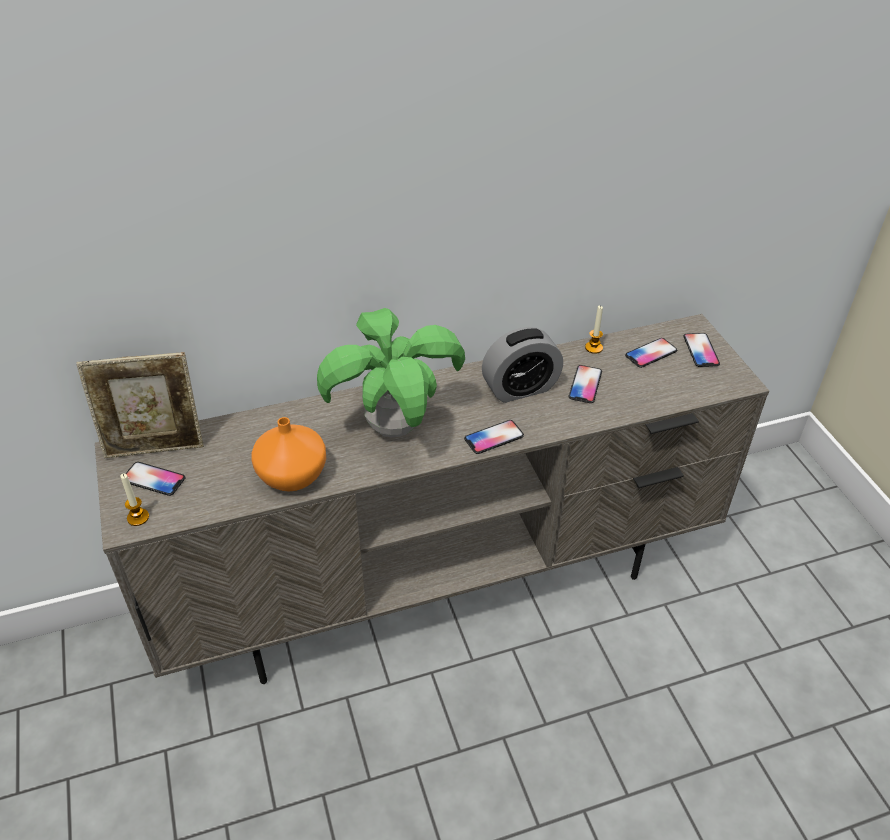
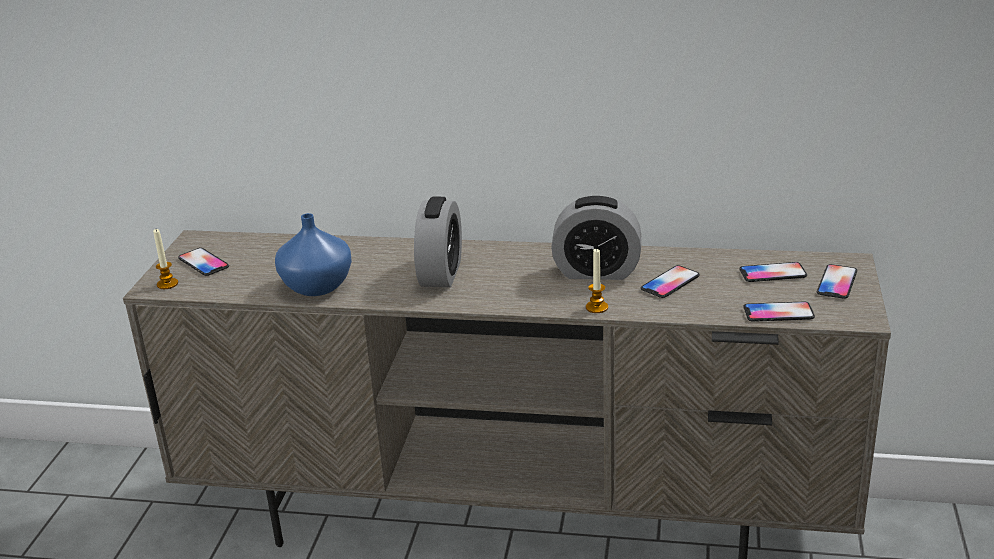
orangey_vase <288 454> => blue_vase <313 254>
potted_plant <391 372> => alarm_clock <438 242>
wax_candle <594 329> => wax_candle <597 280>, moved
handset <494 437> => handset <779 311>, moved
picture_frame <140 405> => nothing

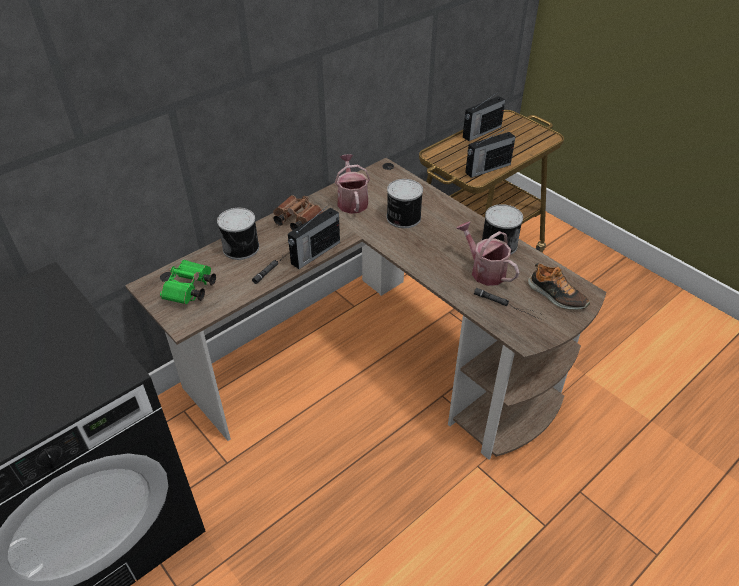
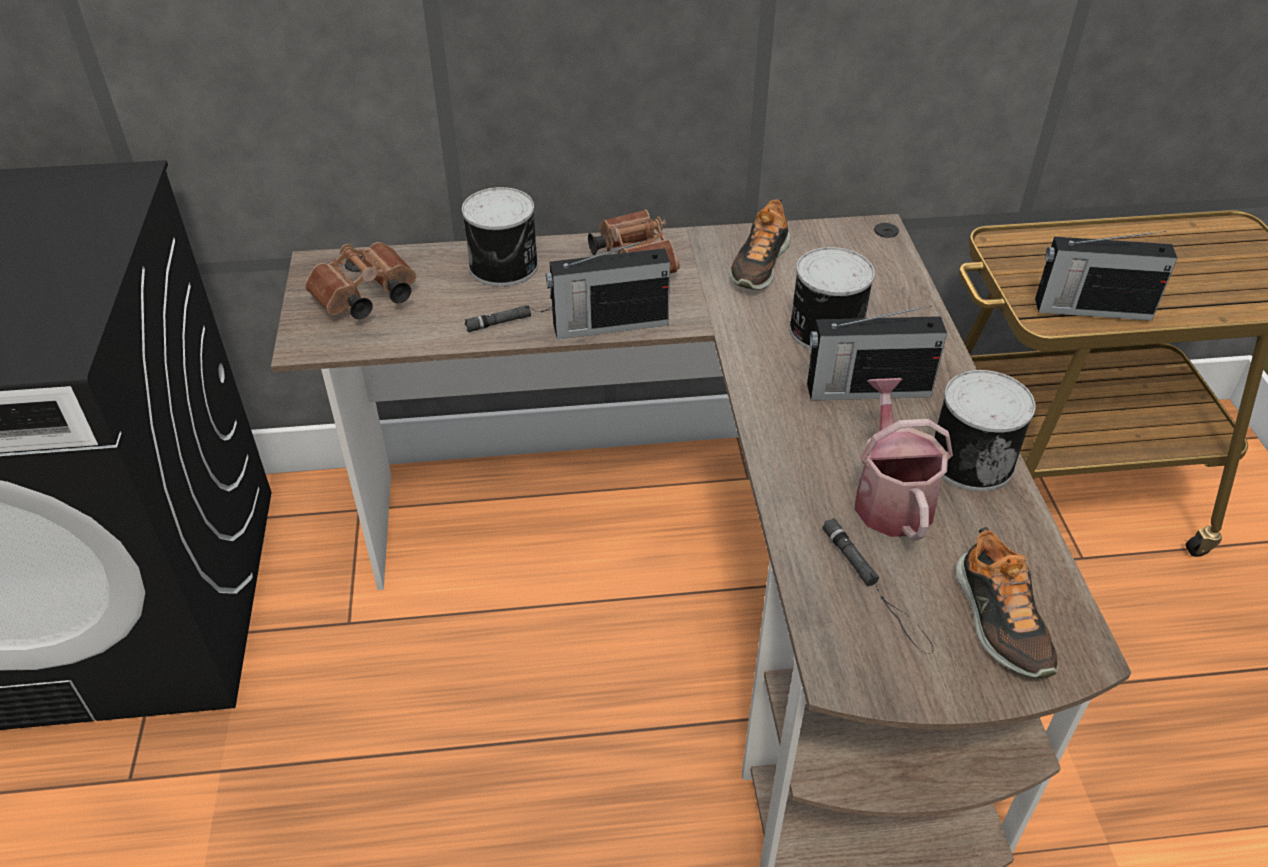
green-coloured_binoculars <188 282> => brownish_binoculars <360 280>
sprinkling_can <352 184> => item_of_footwear <760 244>
radio_receiver <484 117> => radio_receiver <877 353>, moved

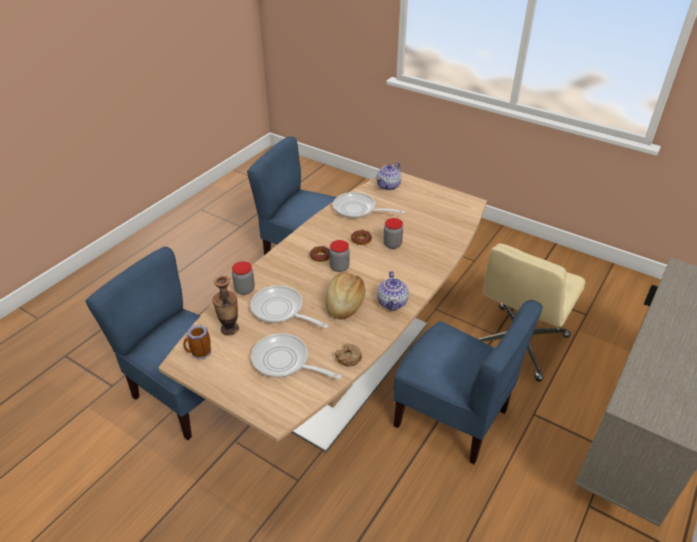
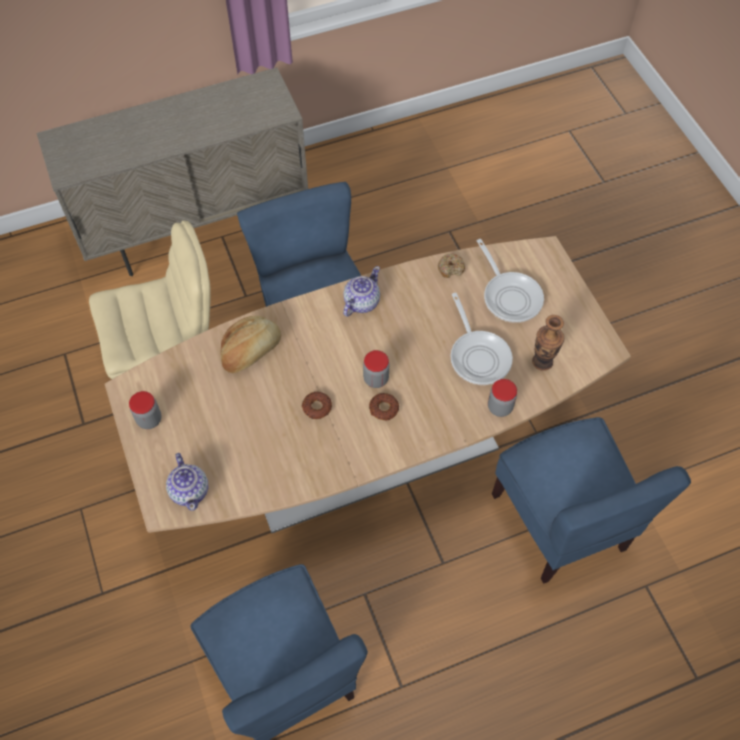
jar <393 233> => jar <145 410>, moved
pot_for_tea <388 176> => pot_for_tea <187 482>, 90 degrees clockwise
bread <345 295> => bread <250 344>, moved
coffee_mug <197 342> => nothing
frying_pan <369 205> => nothing

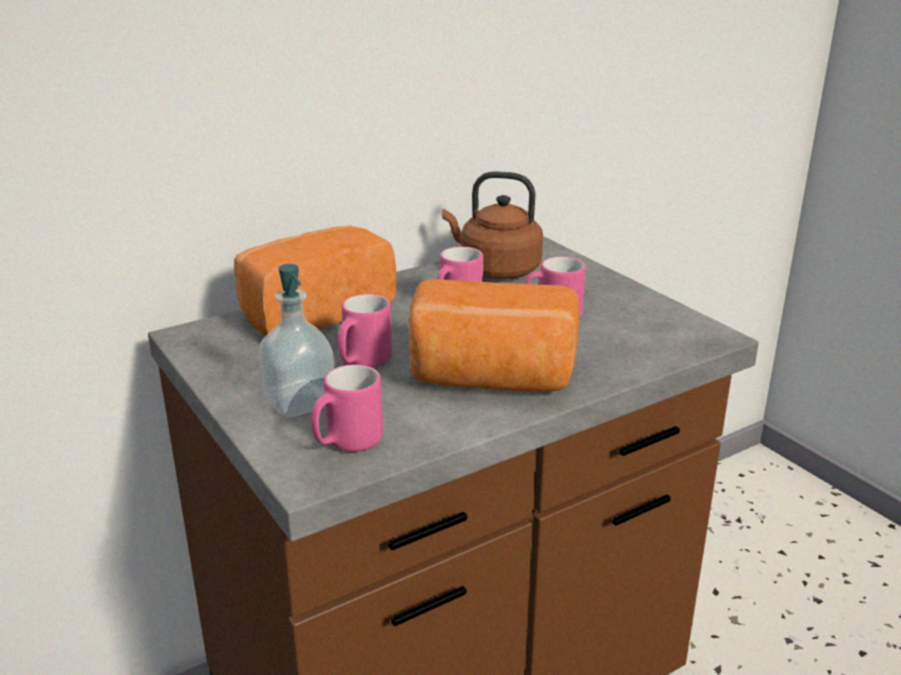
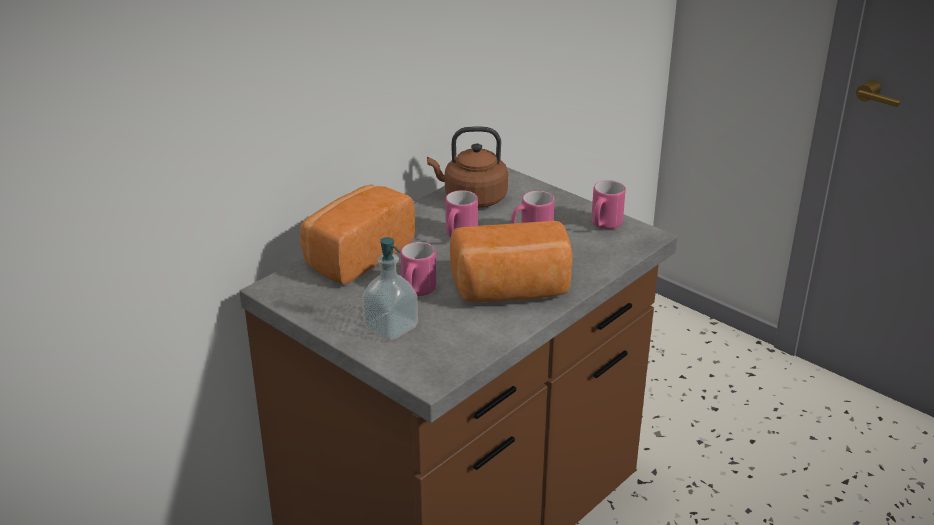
pinkish_coffee_mug <347 408> => pinkish_coffee_mug <608 204>, moved

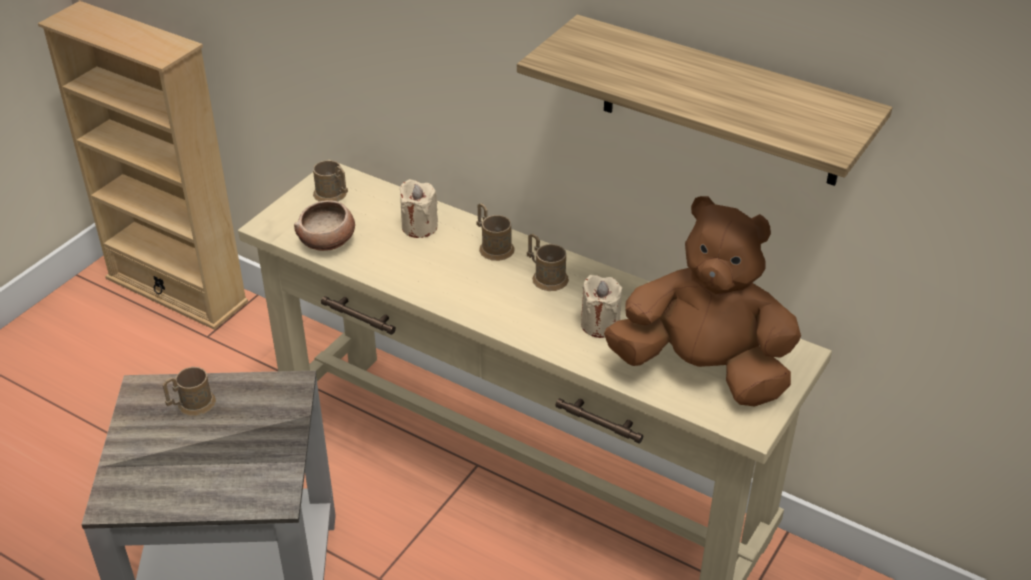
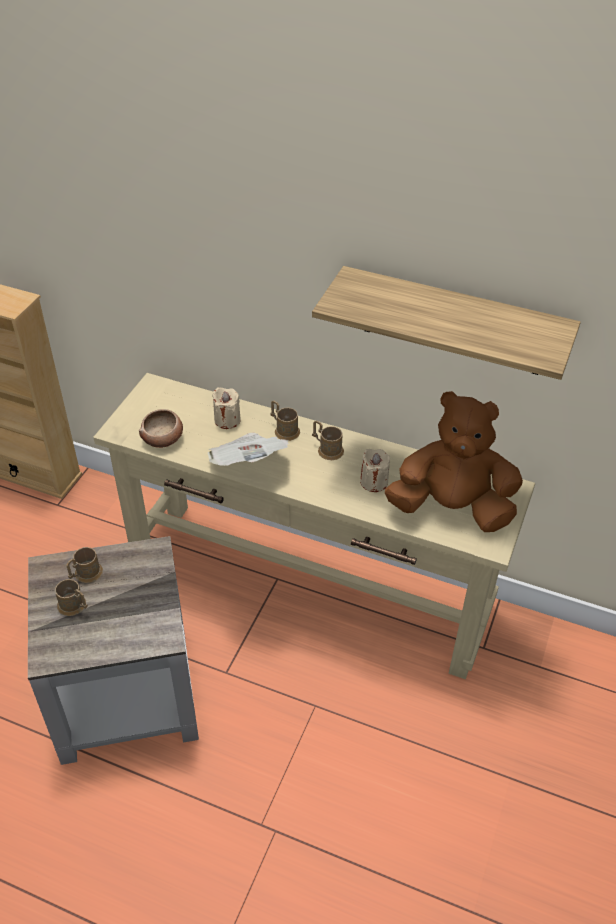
brownish_coffee_mug <330 181> => brownish_coffee_mug <71 597>, moved
nothing => newspaper <248 449>

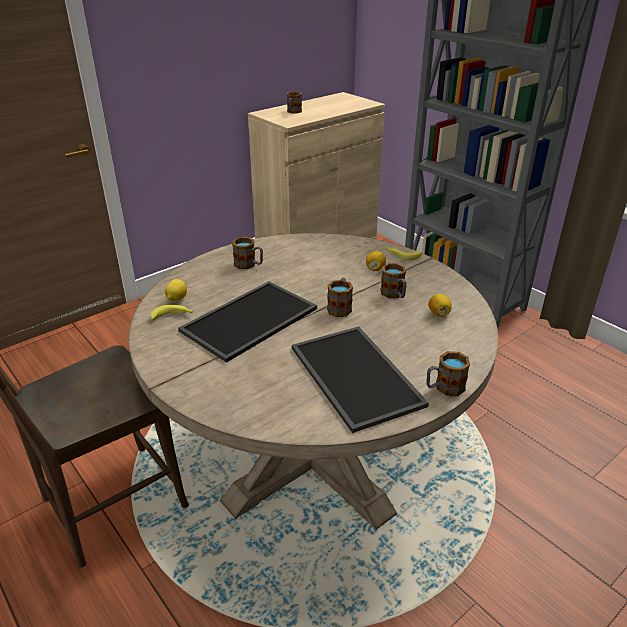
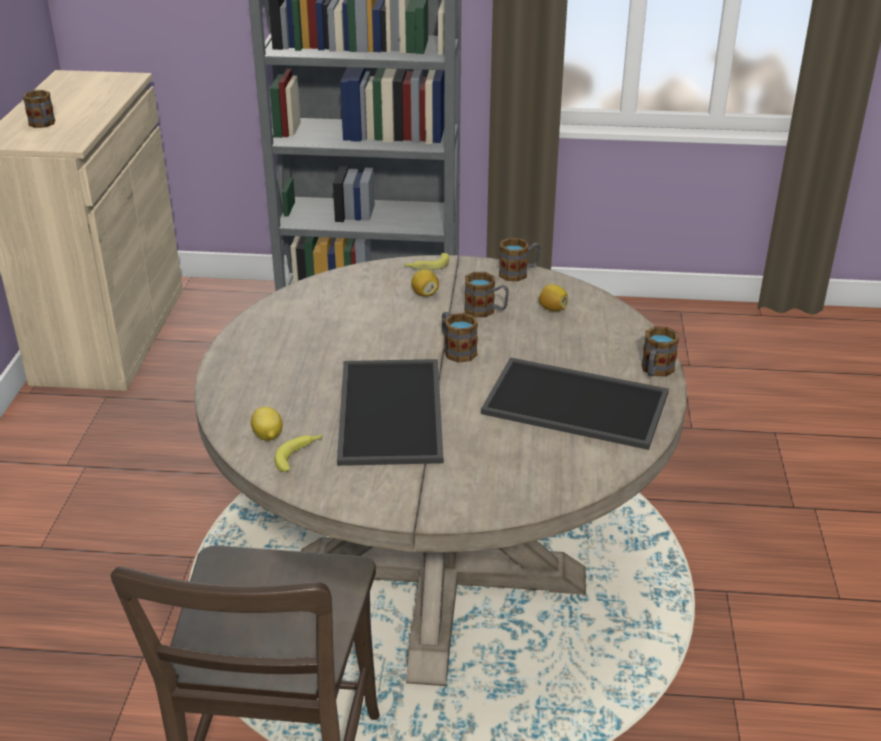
coffee_mug <247 253> => coffee_mug <520 259>, moved

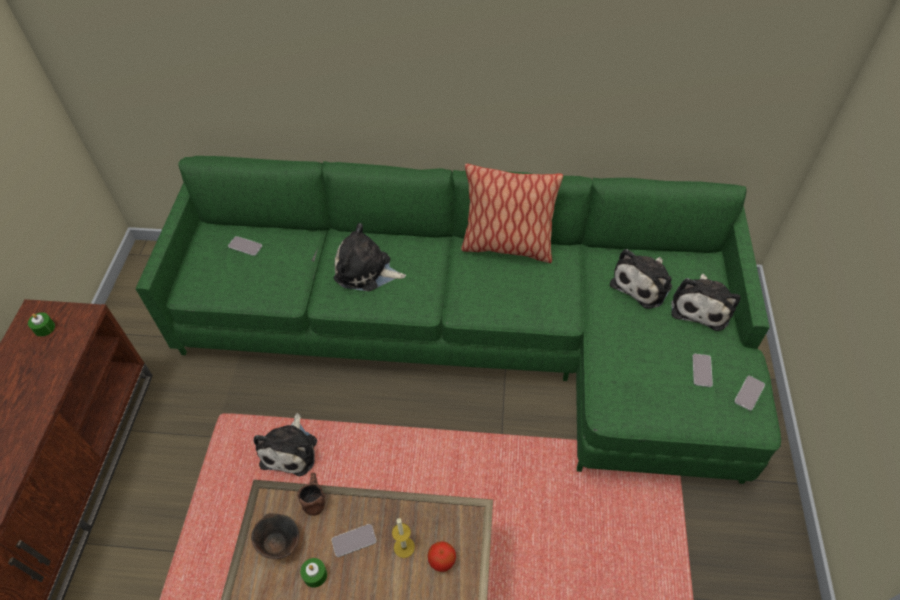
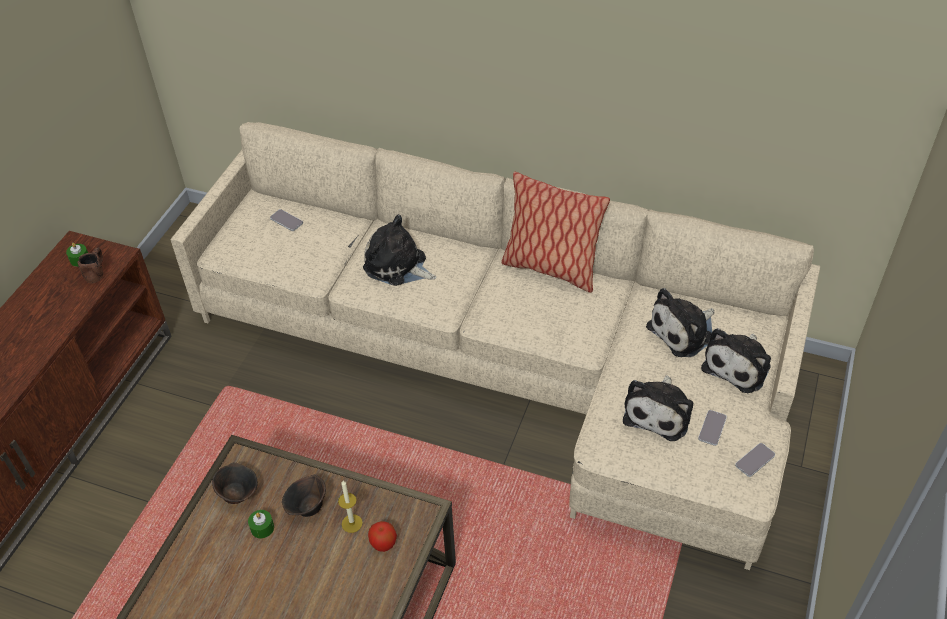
brownish_coffee_mug <311 494> => brownish_coffee_mug <90 265>, moved
green-coloured_settee <458 320> => sand-coloured_settee <495 346>
handset <354 540> => brownish_bowl <304 495>
plush_toy <285 444> => plush_toy <658 408>, moved

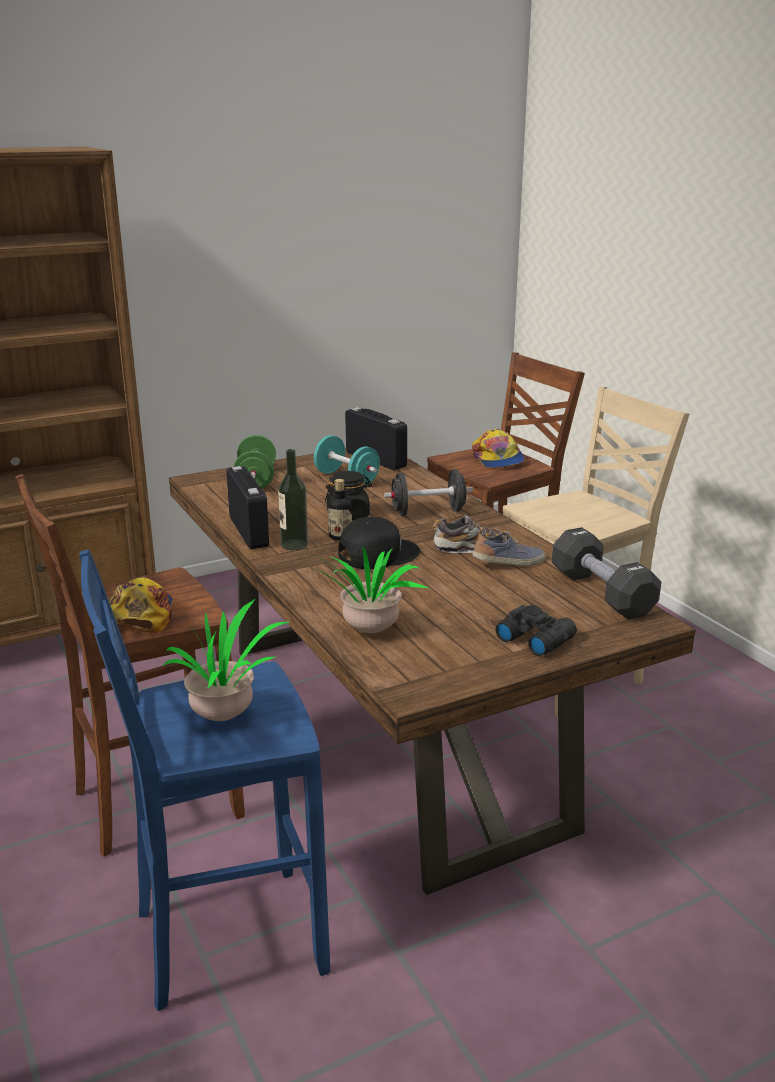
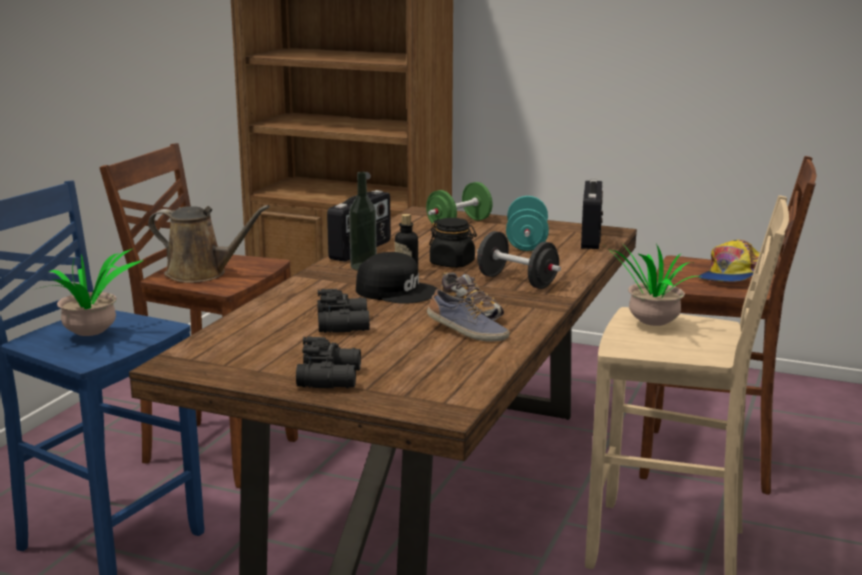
cap <140 605> => brownish_sprinkling_can <209 244>
nothing => black-coloured_binoculars <343 311>
potted_plant <369 589> => potted_plant <654 284>, moved
black-coloured_hand_weight <606 573> => nothing

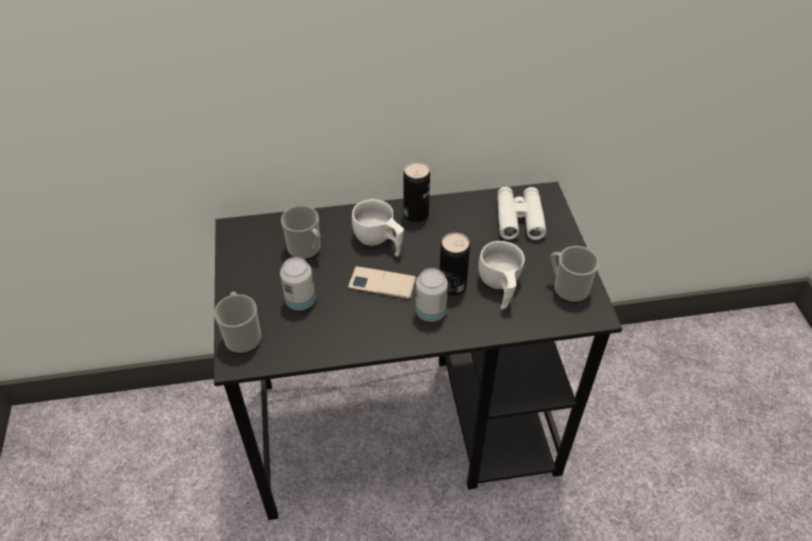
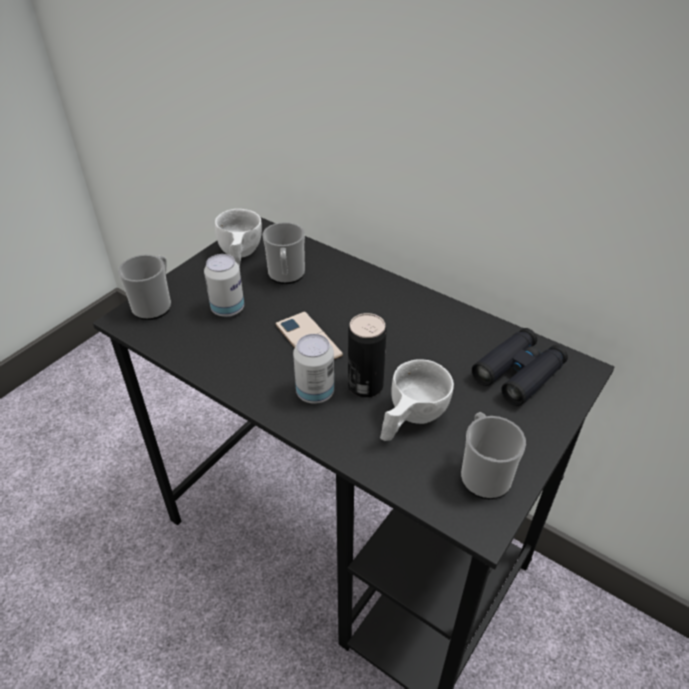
whitish_drinking_cup <378 228> => whitish_drinking_cup <238 238>, moved
whitish_binoculars <521 213> => black-coloured_binoculars <520 367>
sealed_can <416 192> => nothing

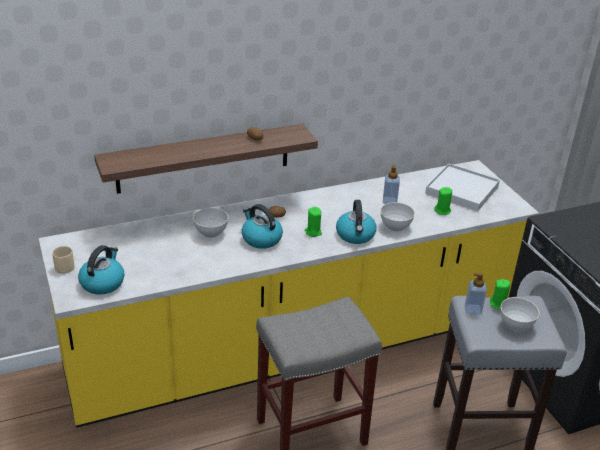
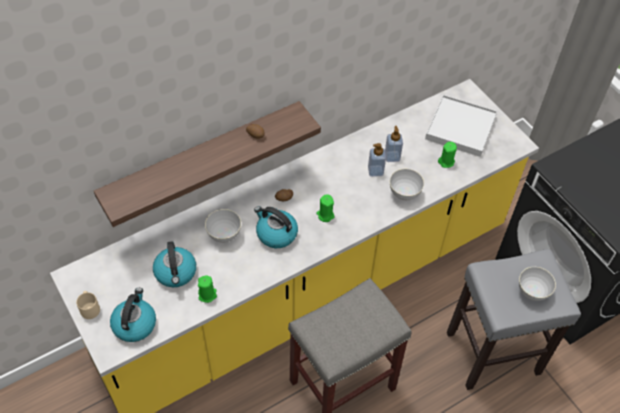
kettle <356 222> => kettle <174 264>, moved
green-coloured_wax_candle <500 294> => green-coloured_wax_candle <207 289>, moved
liquid_soap_bottle <476 294> => liquid_soap_bottle <377 160>, moved

